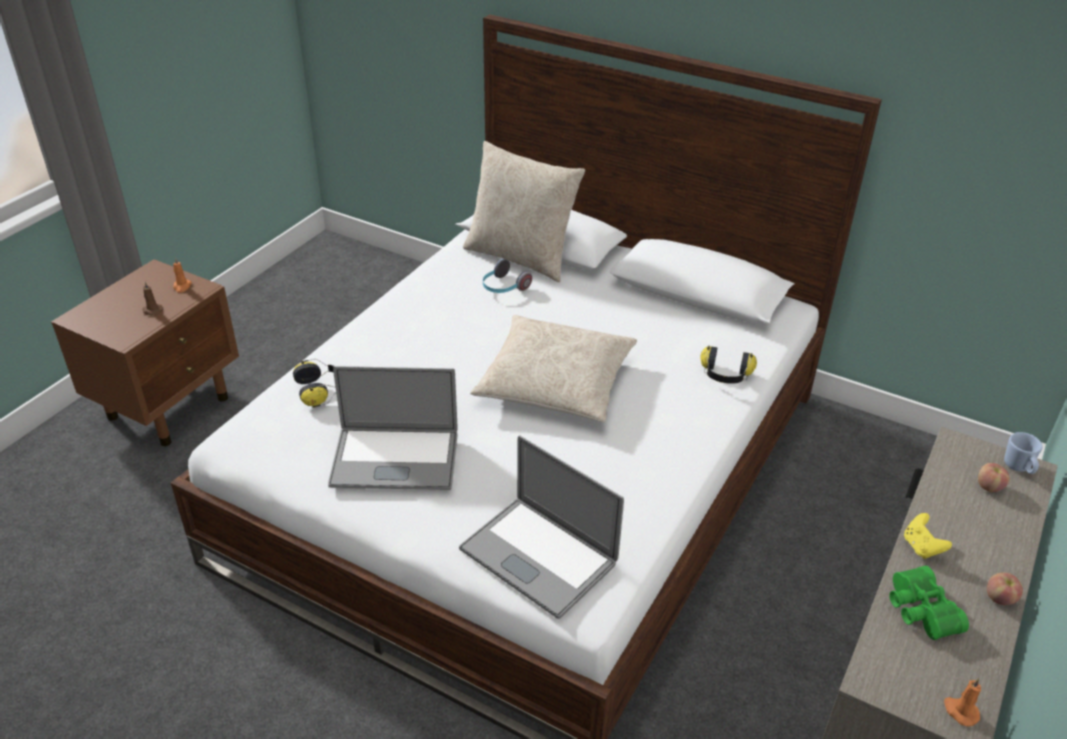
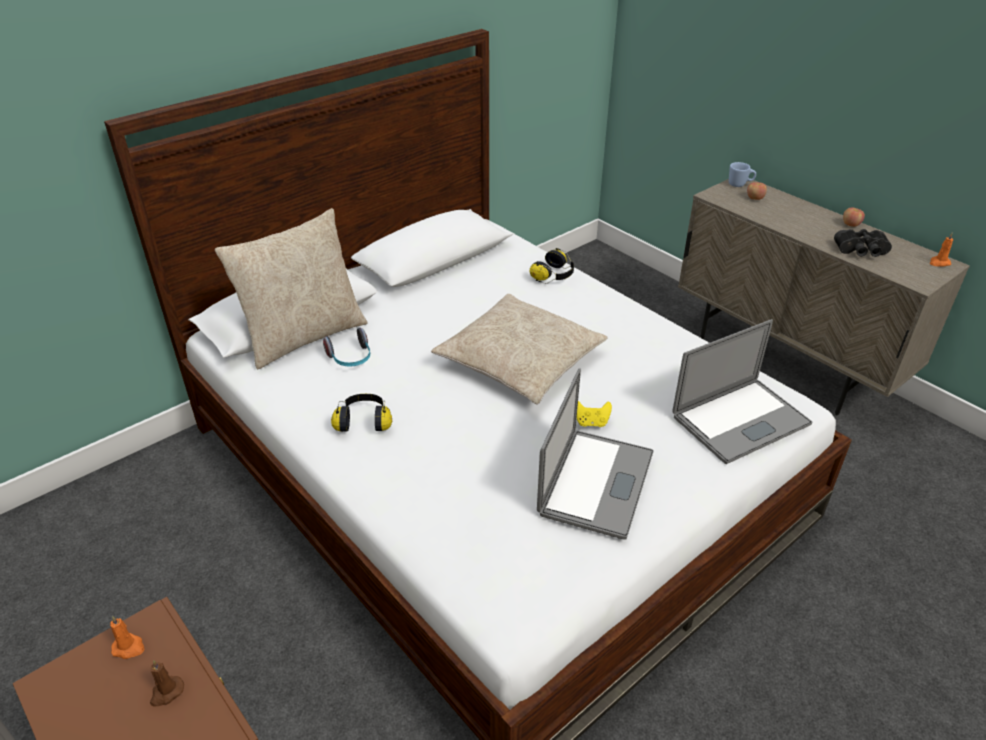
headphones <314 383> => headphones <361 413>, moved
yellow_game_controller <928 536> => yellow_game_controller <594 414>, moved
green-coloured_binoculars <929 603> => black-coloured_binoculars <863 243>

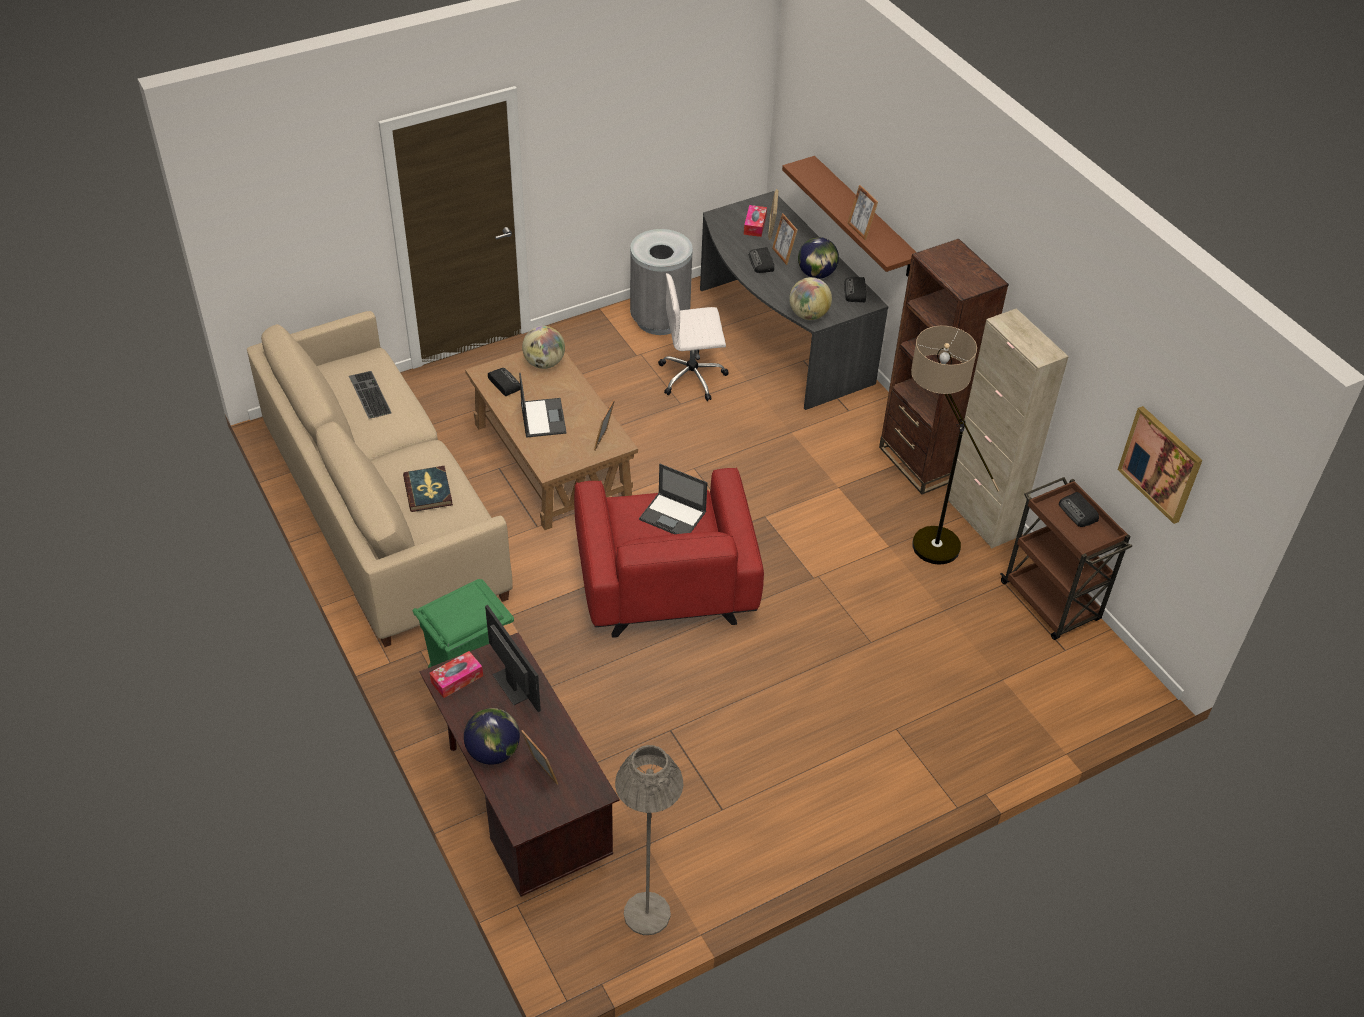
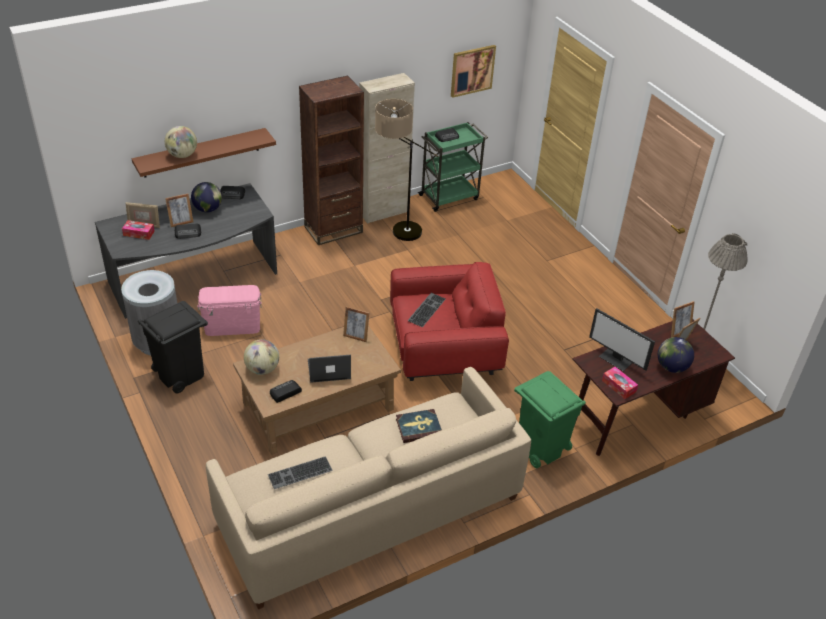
nothing => black-coloured_waste_bin <173 347>
world_globe <810 298> => world_globe <181 142>, moved
whitish_desk_chair <693 337> => pinkish_storage_container <229 310>
notebook_computer <673 499> => PC_keyboard <426 310>
brownish_trolley <1066 558> => green-coloured_trolley <453 167>
computer_display <513 658> => computer_display <622 339>, 105 degrees counterclockwise
picture_frame <862 212> => picture_frame <683 319>, moved

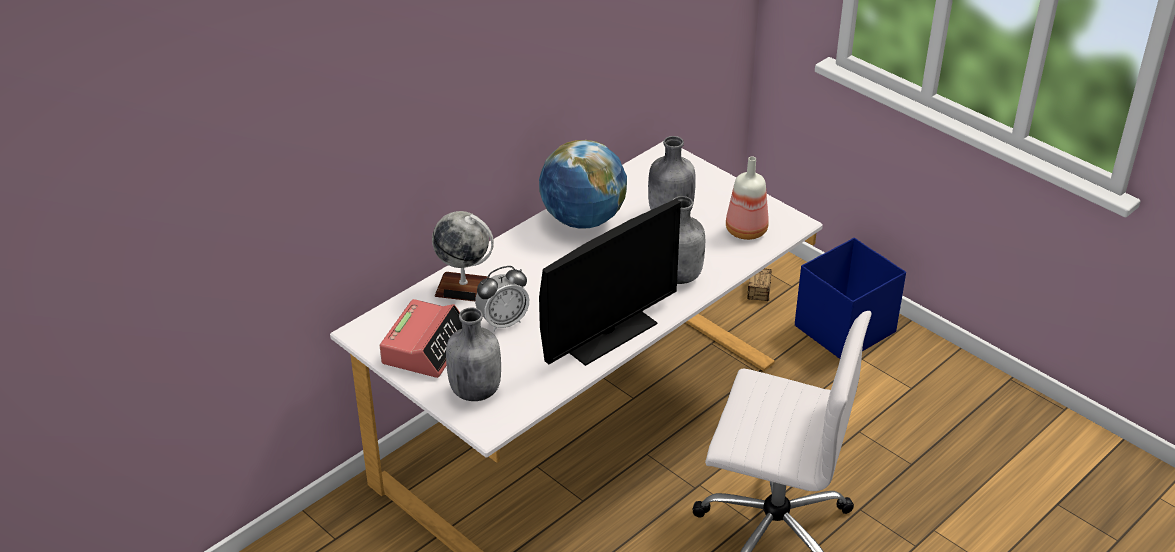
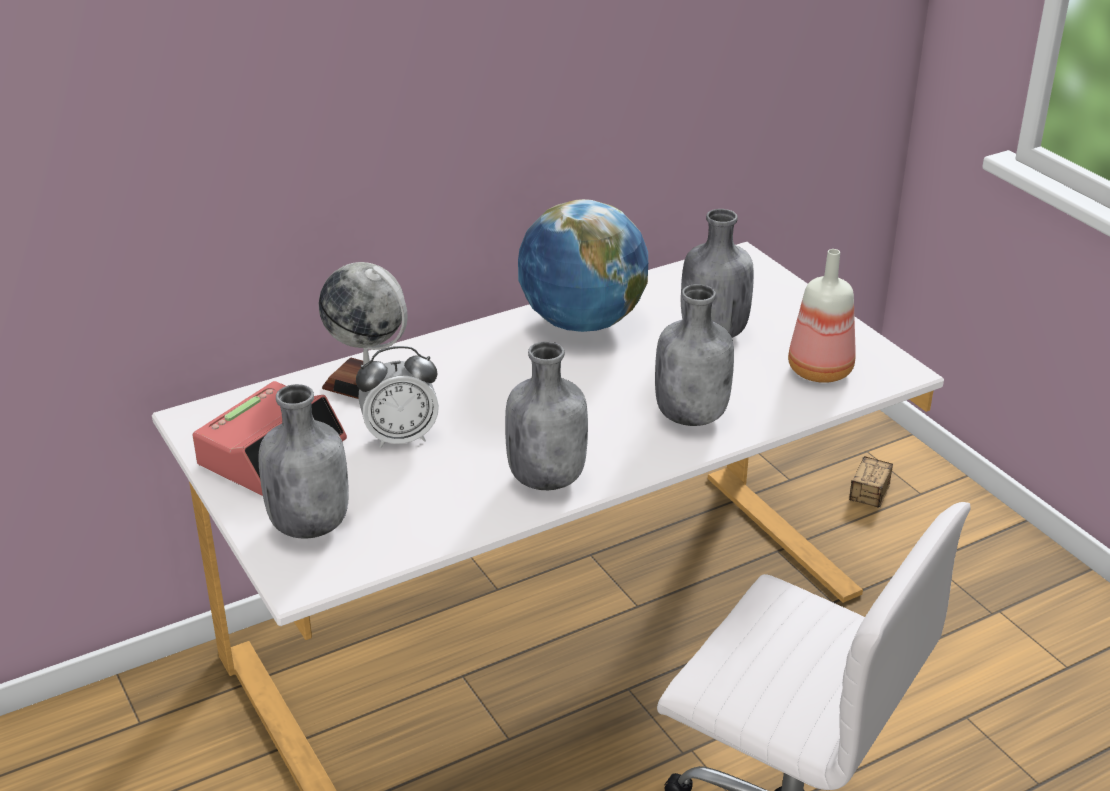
computer_display <610 282> => grey_beverage_bottle <546 415>
blue_storage_container <850 298> => nothing

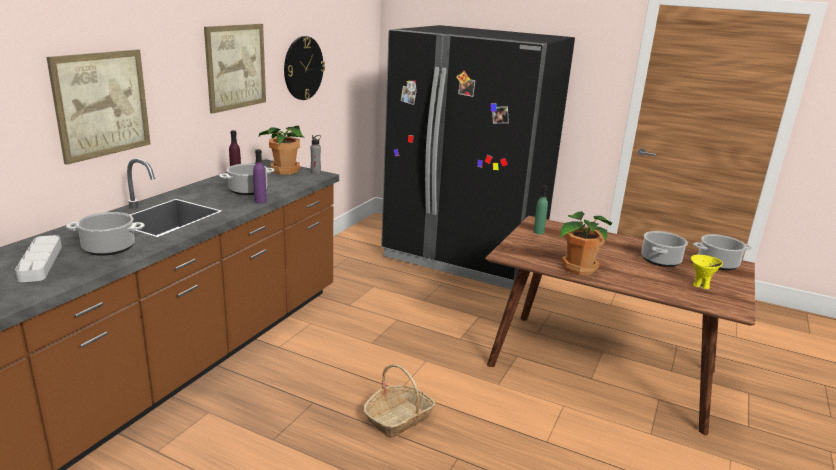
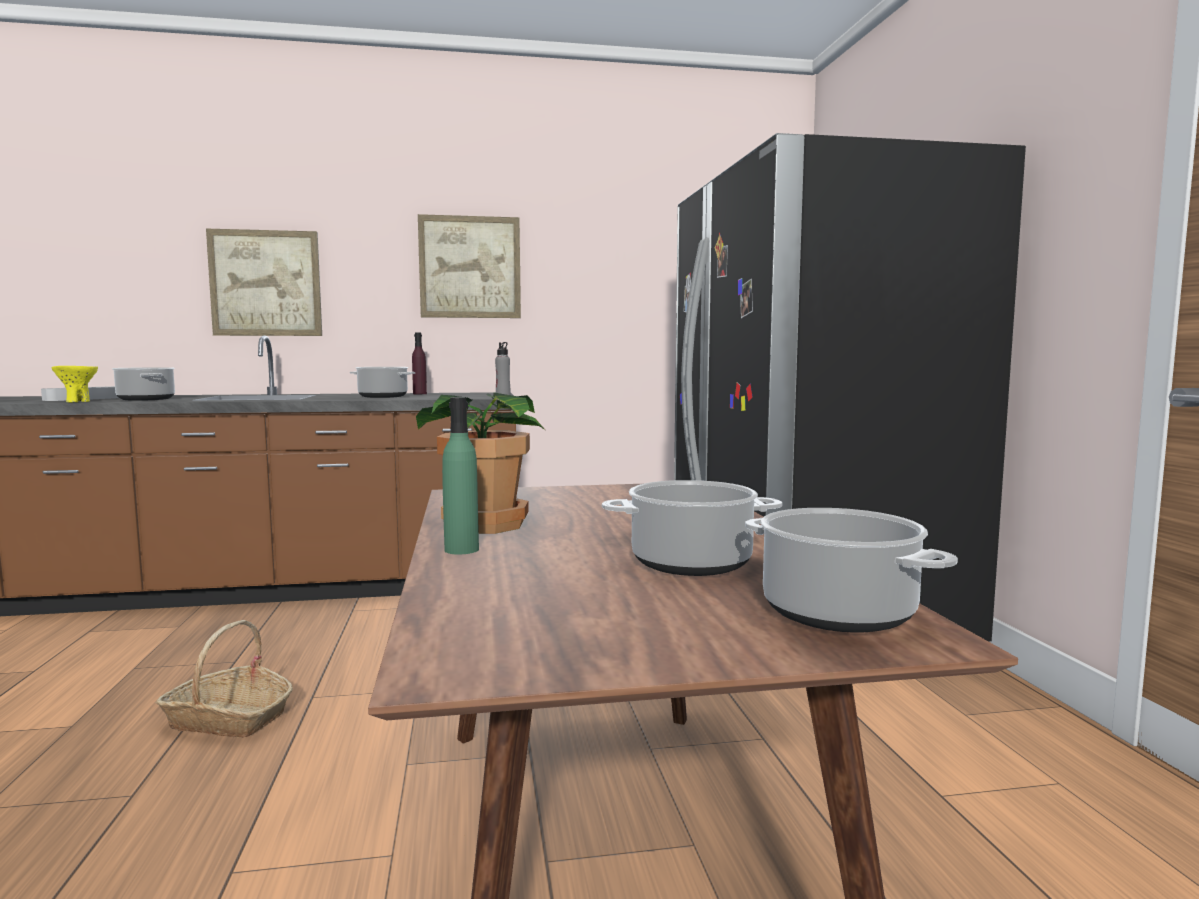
yellow_bowl <706 272> => yellow_bowl <74 384>, moved
green-coloured_beverage_bottle <540 209> => green-coloured_beverage_bottle <460 475>, moved
purple-coloured_beverage_bottle <260 176> => nothing
potted_plant <282 150> => nothing
hanging_clock <304 68> => nothing

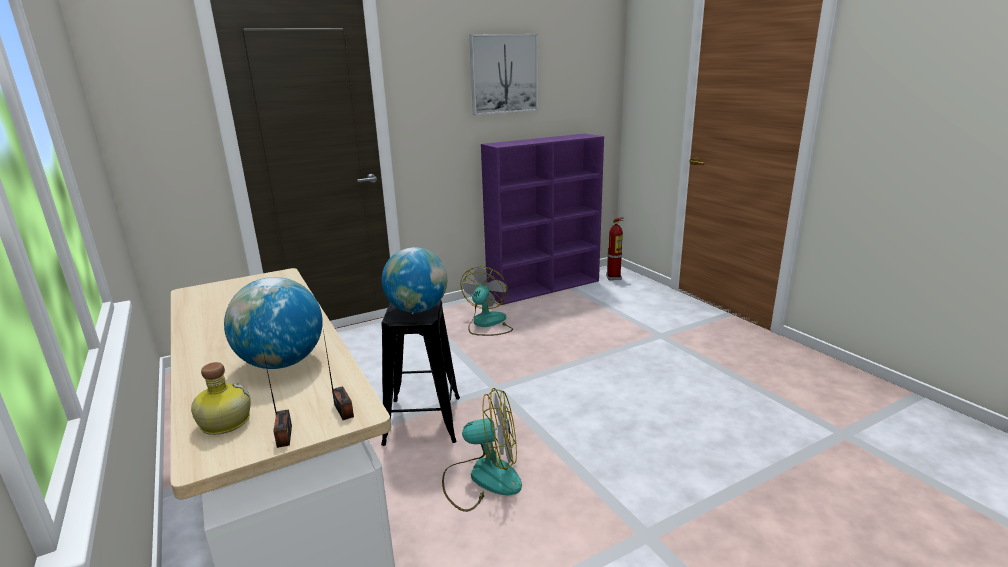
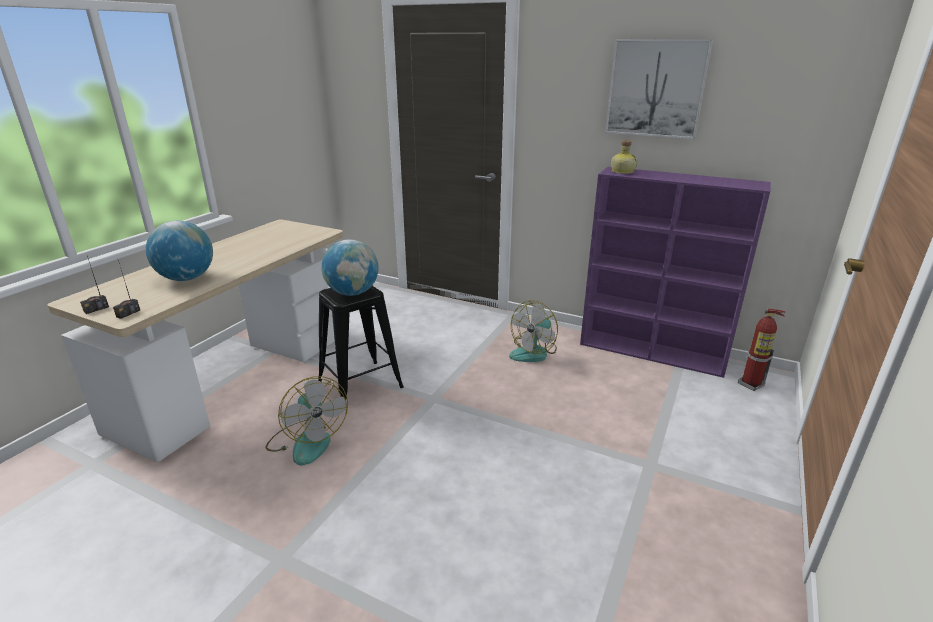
fan <486 301> => fan <533 331>, 150 degrees clockwise
beverage_bottle <221 398> => beverage_bottle <624 157>, moved

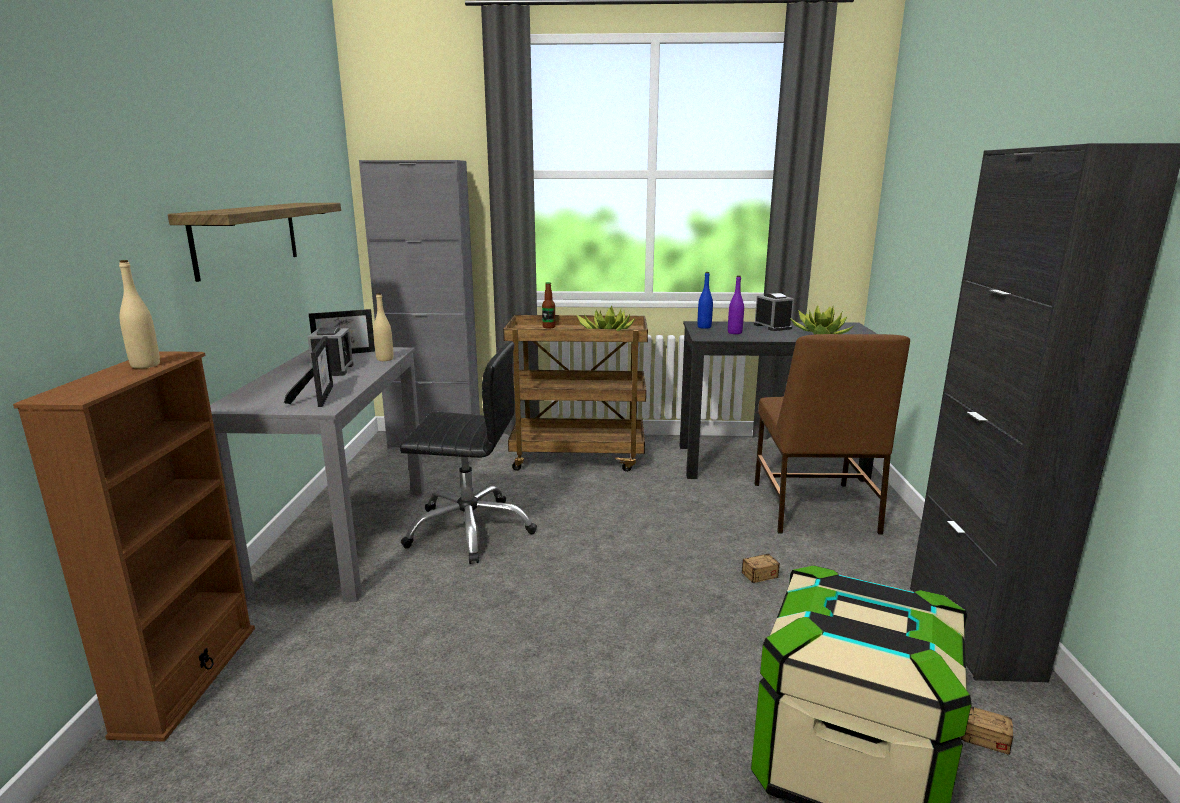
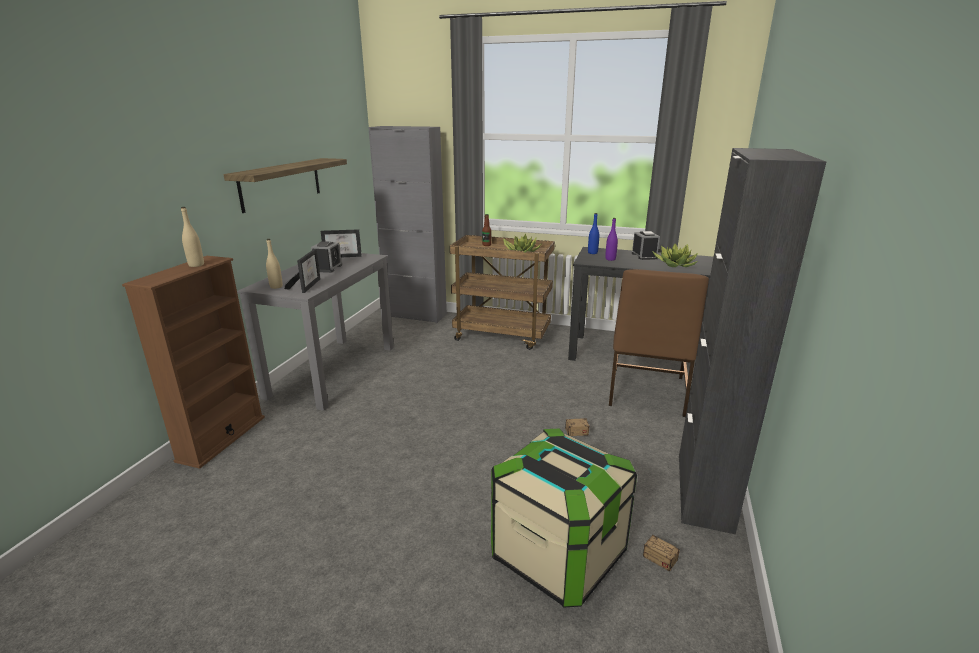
sand-coloured_beverage_bottle <383 327> => sand-coloured_beverage_bottle <274 264>, moved
black-coloured_desk_chair <468 453> => nothing

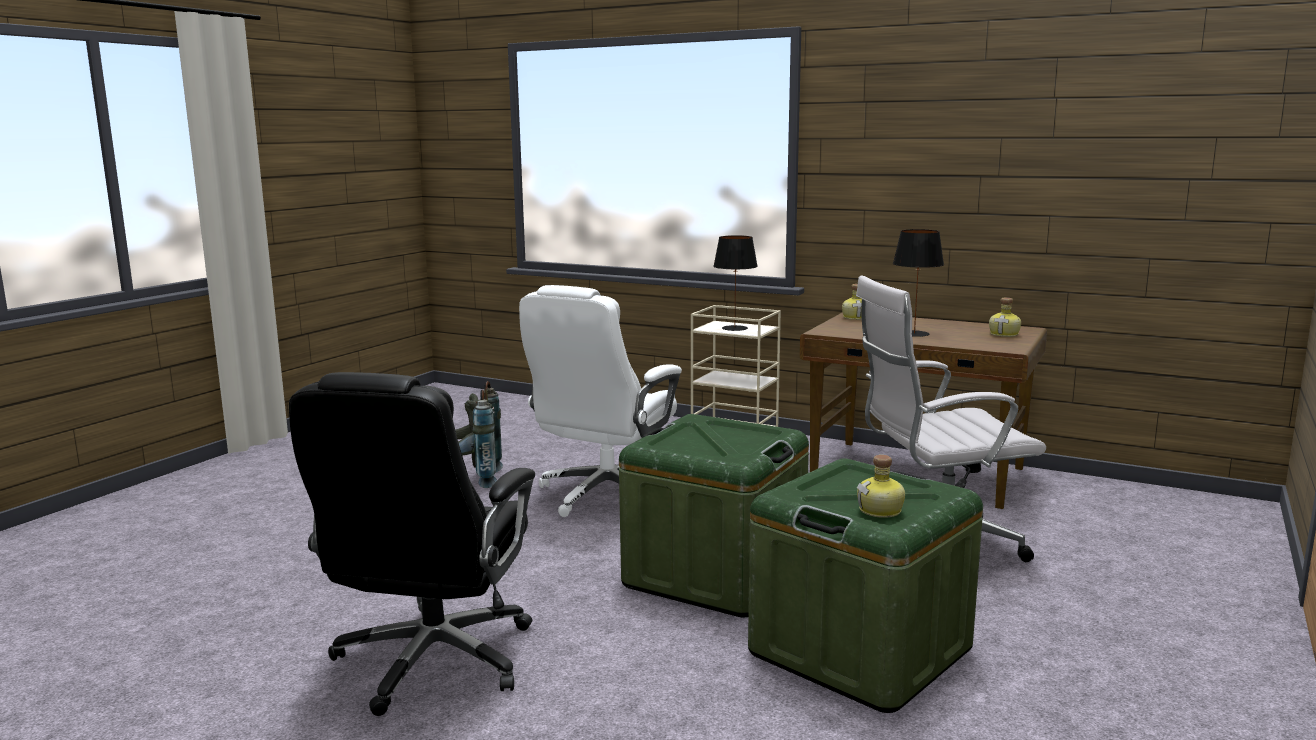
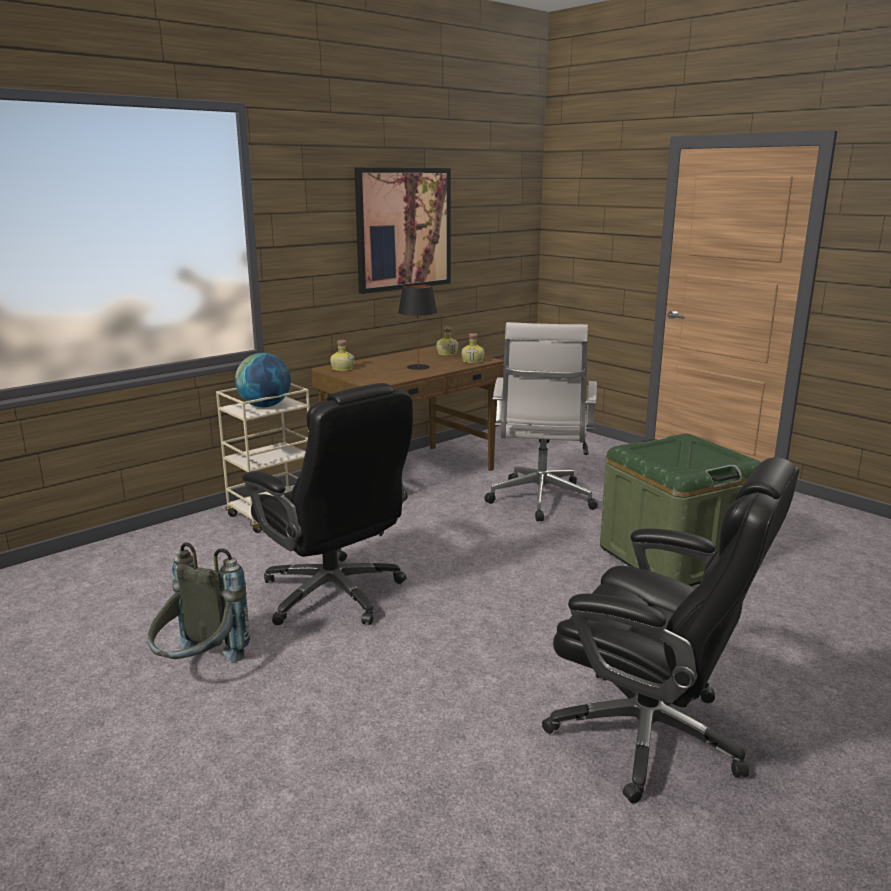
black-coloured_tabletop_lamp <735 283> => world_globe <263 380>
whitish_desk_chair <600 401> => black-coloured_desk_chair <327 504>
nothing => picture <402 231>
beverage_bottle <881 486> => beverage_bottle <472 348>, moved
green-coloured_storage_container <714 515> => nothing

